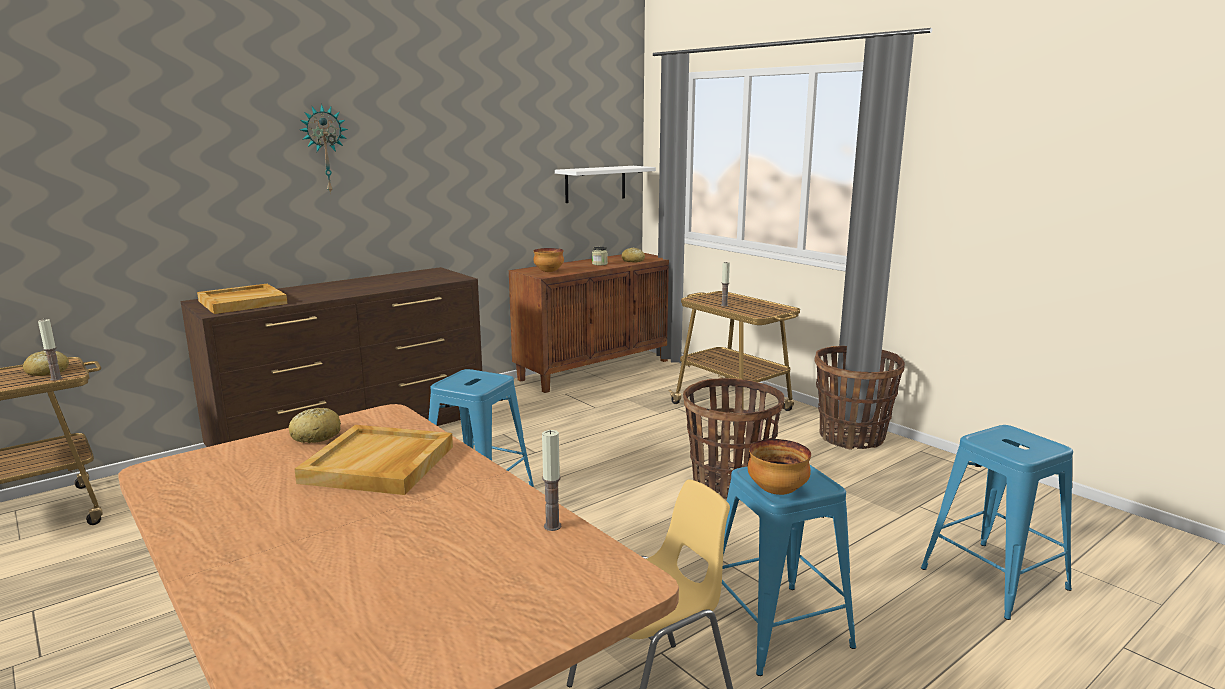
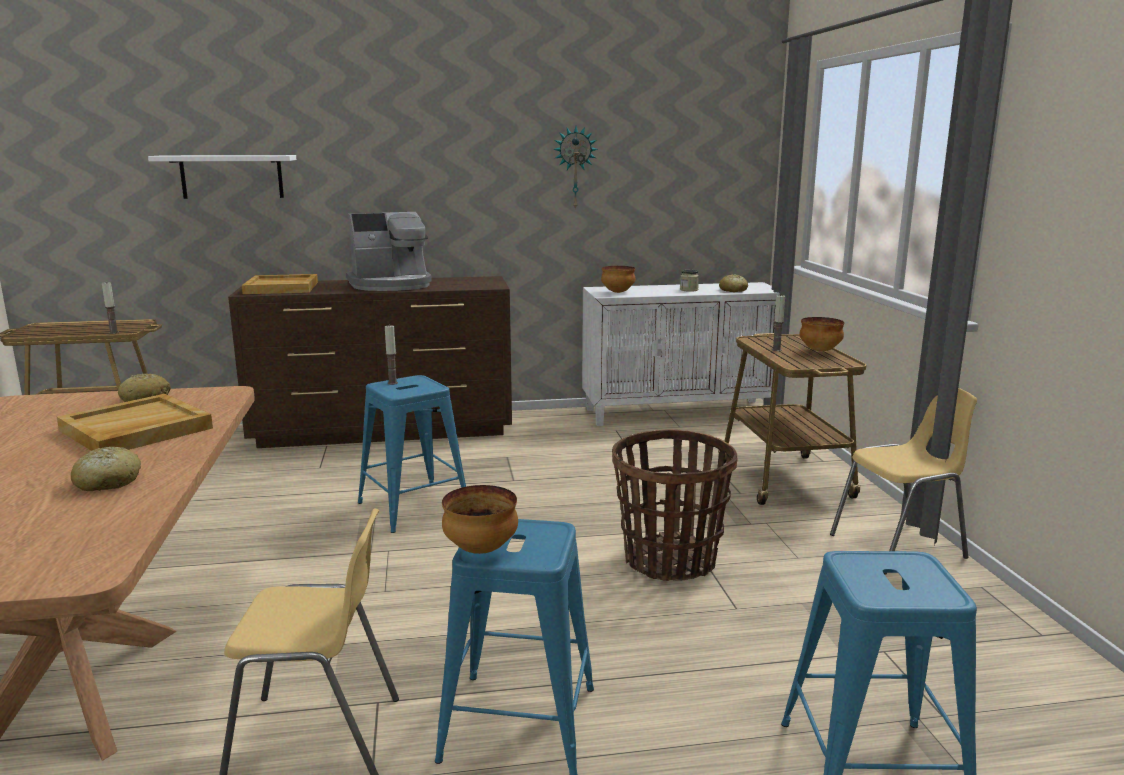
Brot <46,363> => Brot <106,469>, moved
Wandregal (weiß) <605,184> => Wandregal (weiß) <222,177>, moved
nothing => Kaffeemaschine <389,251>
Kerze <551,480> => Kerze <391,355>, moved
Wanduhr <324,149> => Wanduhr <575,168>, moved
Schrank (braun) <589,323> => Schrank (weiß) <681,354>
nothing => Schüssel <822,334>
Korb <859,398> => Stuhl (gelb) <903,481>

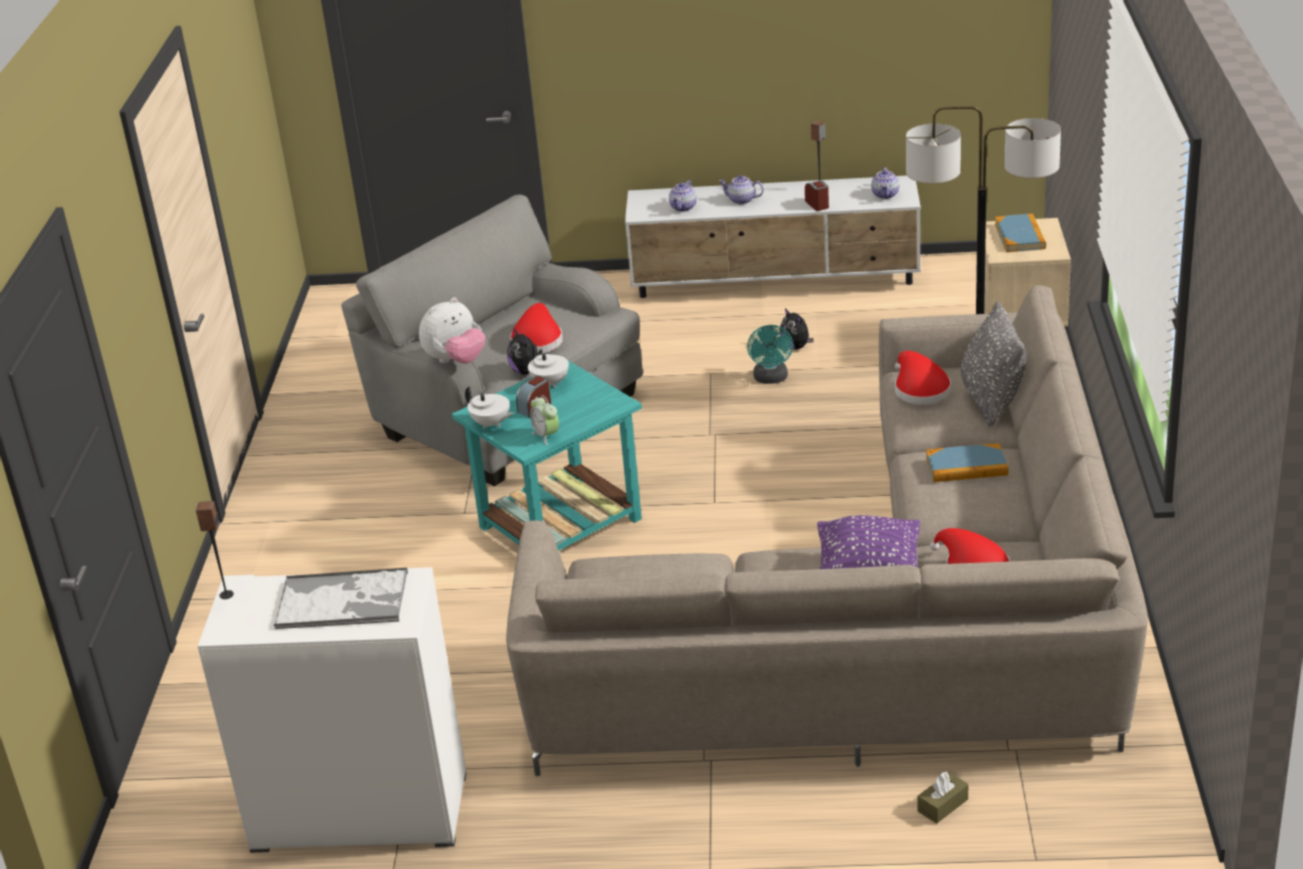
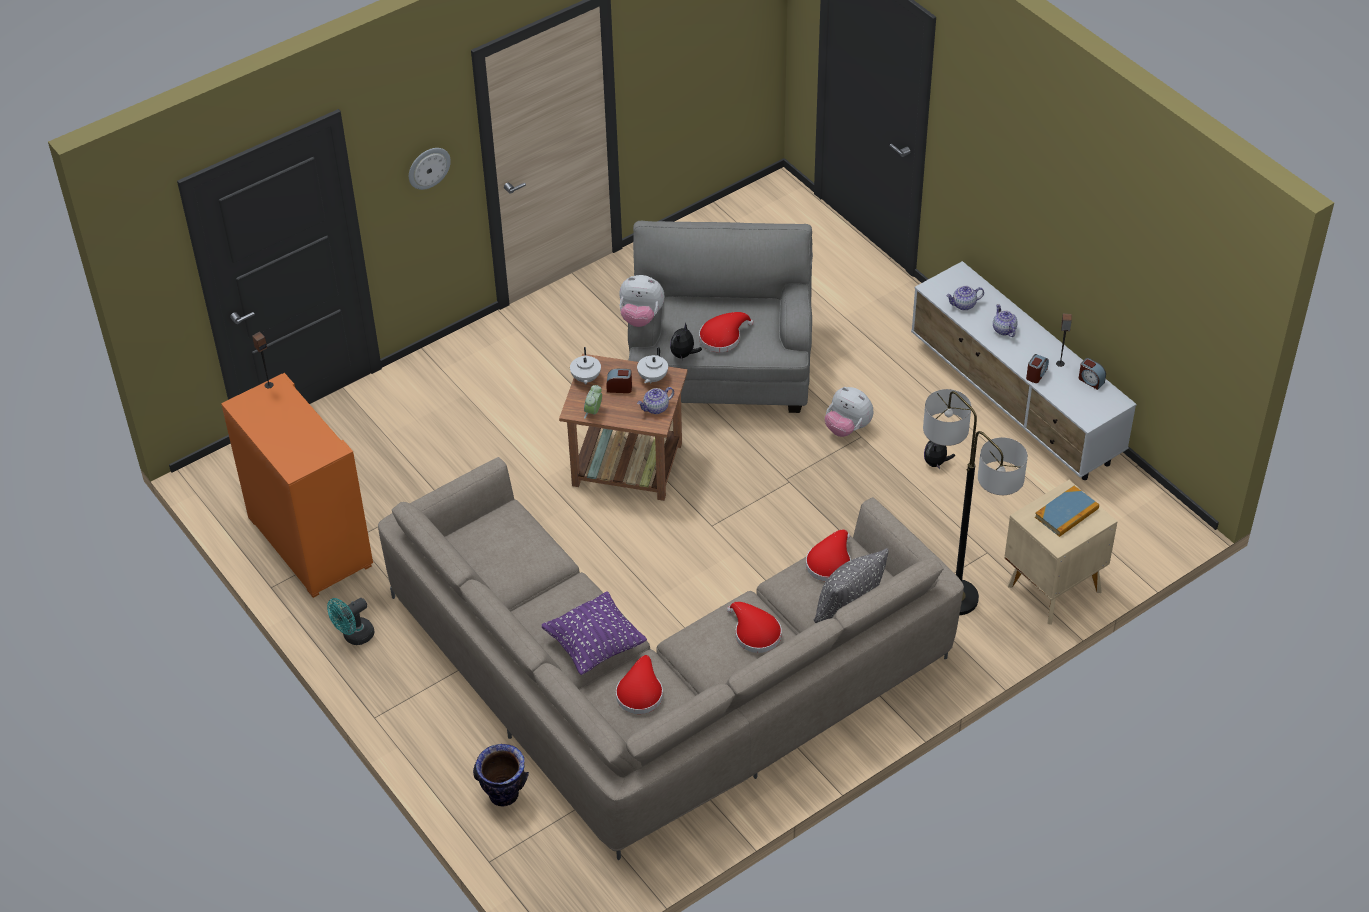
Schrank (weiß) <331,710> => Schrank (orange) <297,485>
Ventilator (türkis) <770,354> => Ventilator (türkis) <350,621>, moved
nothing => Wanduhr <430,169>
Taschentuchbox (braun) <942,798> => Vase <501,775>
Beistelltisch (türkis) <547,456> => Beistelltisch (braun) <623,427>
Teekanne <885,183> => Teekanne <655,400>, moved
Buch <967,462> => Hut (rot) <754,627>
nothing => Plüschtier <849,412>
nothing => Wecker <1092,374>
Tablett <341,598> => nothing

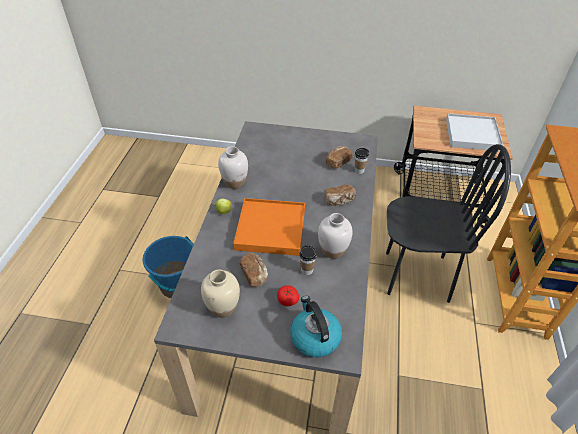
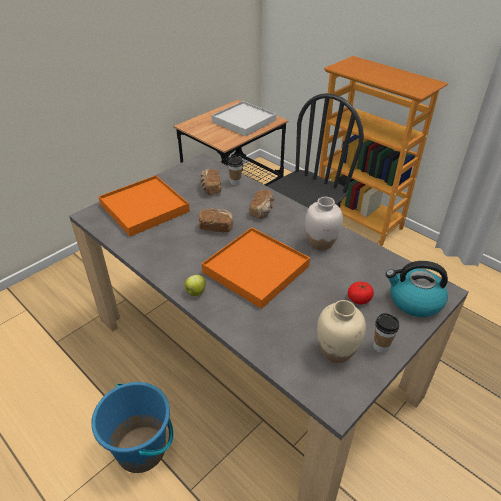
nothing => Tablett (orange) <144,206>
Brot <253,269> => Brot <216,220>, moved
Tasse <308,260> => Tasse <386,333>, moved
Vase (weiß) <233,167> => nothing

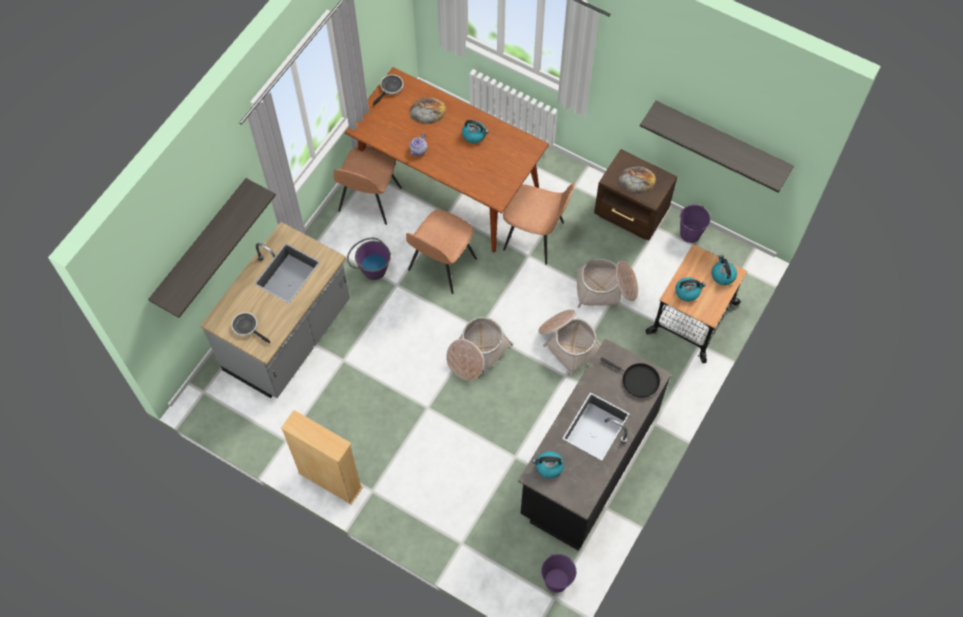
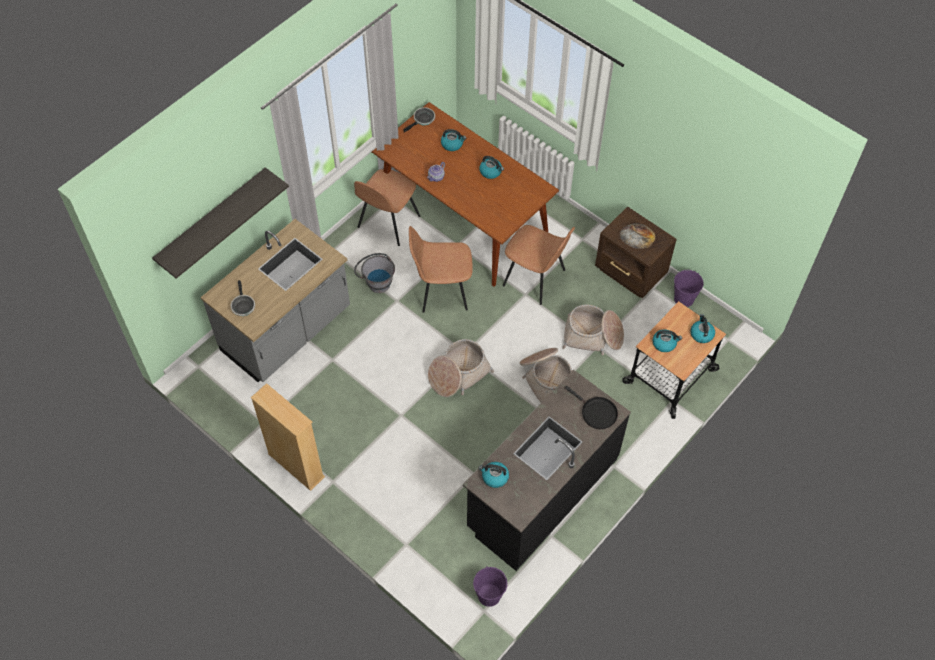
Pfanne <250,328> => Pfanne <243,298>, 150 degrees counterclockwise
Eimer (lila) <369,259> => Eimer (grau) <374,273>
Stuhl (braun) <441,251> => Stuhl (braun) <441,269>, 45 degrees clockwise
Brot <427,111> => Wasserkessel <453,140>
Wandregal <717,147> => nothing

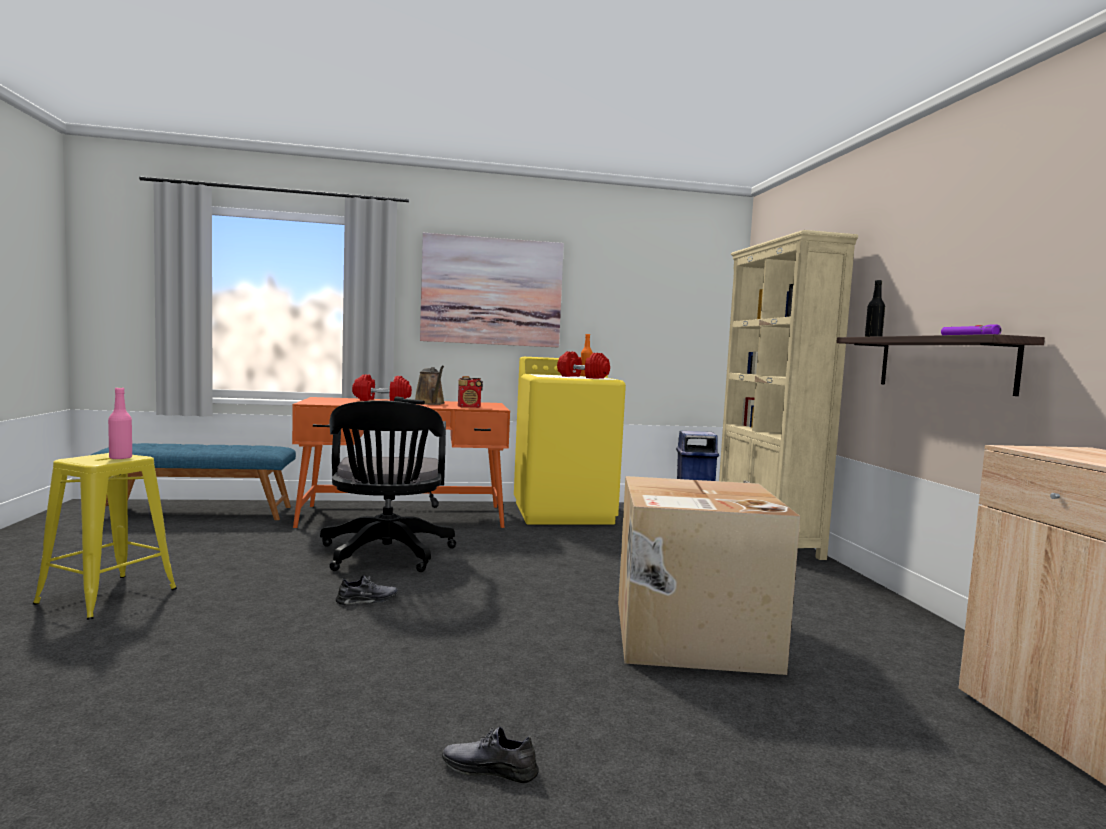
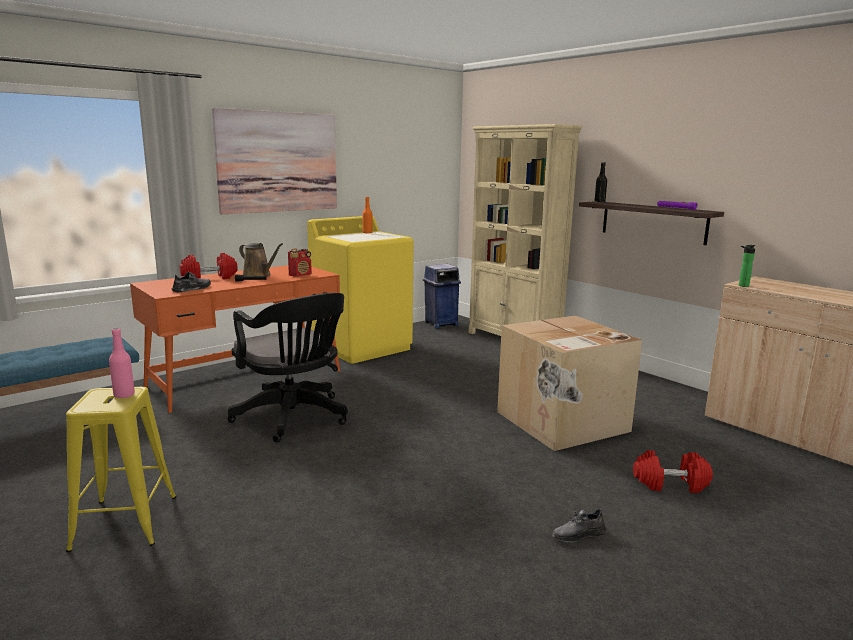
Schuh (grau) <367,590> => Schuh (grau) <191,282>, moved
Hantel (rot) <583,365> => Hantel (rot) <673,471>, moved
nothing => Flasche <747,266>

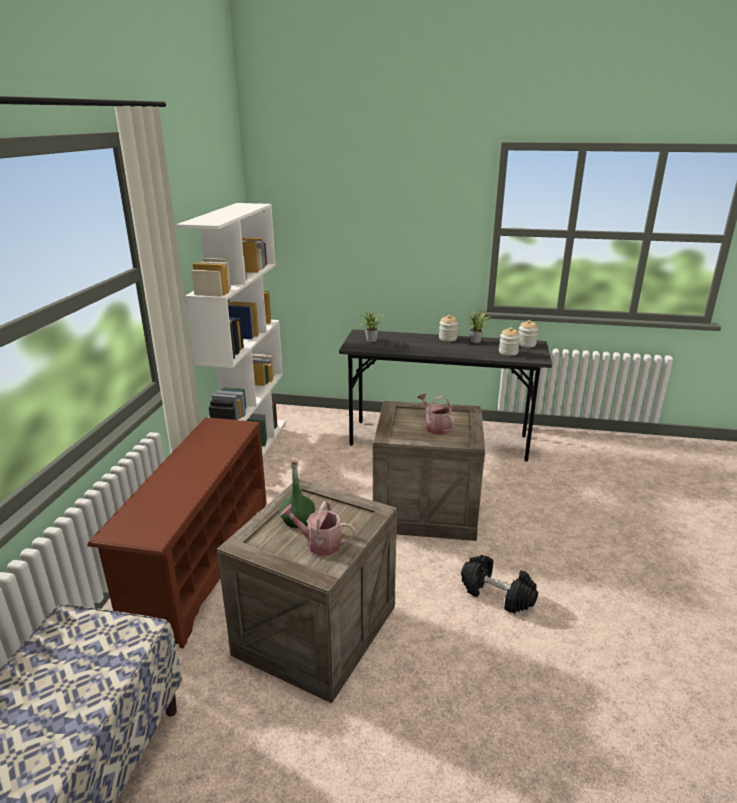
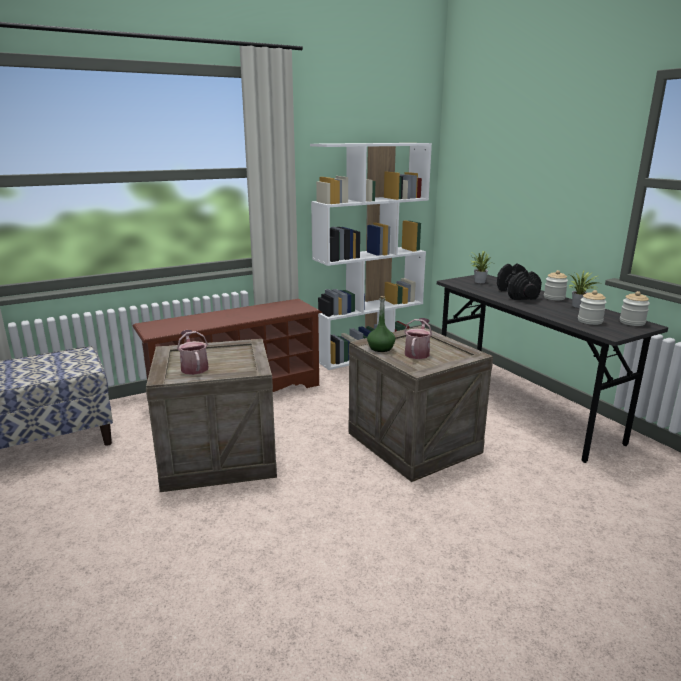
Flasche (grün) <297,494> => Flasche (grün) <381,324>, moved
Hantel (schwarz) <499,584> => Hantel (schwarz) <519,281>, moved

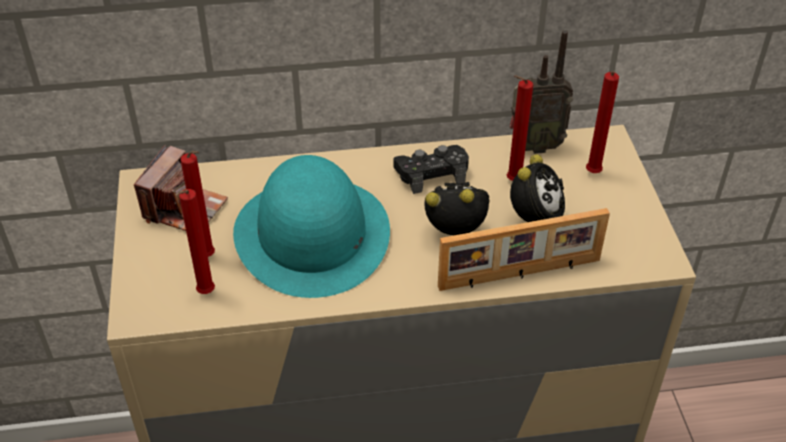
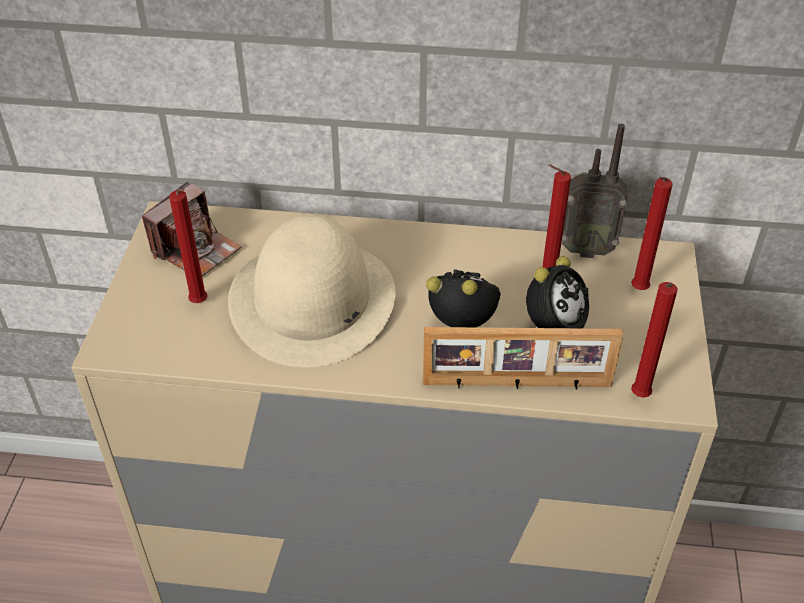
Hut (türkis) <311,226> => Hut (beige) <311,290>
Kerze (rot) <196,241> => Kerze (rot) <654,340>, moved
Gamepad (schwarz) <431,169> => nothing

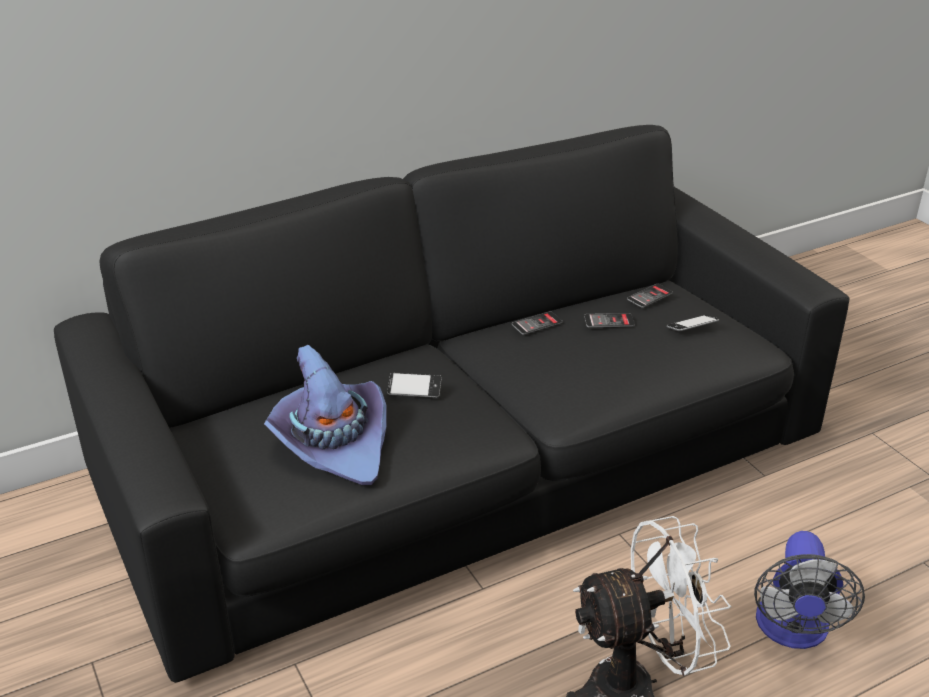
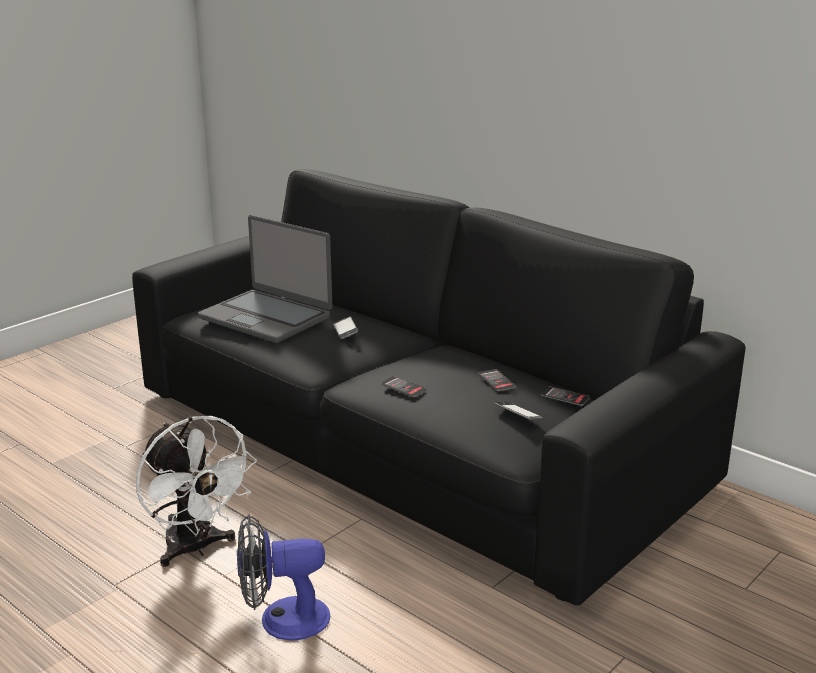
Hut (lila) <325,415> => Laptop <265,279>
Handy <537,323> => Handy <404,386>, moved

